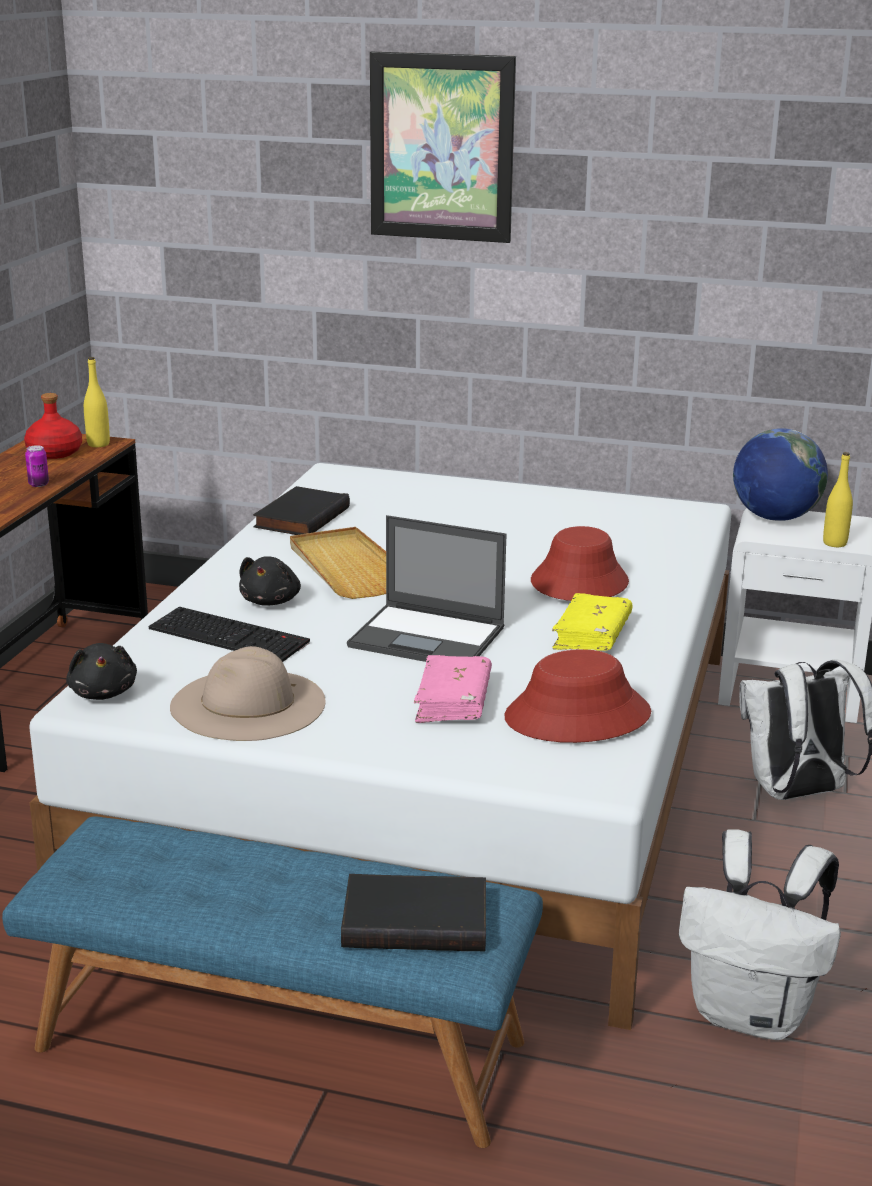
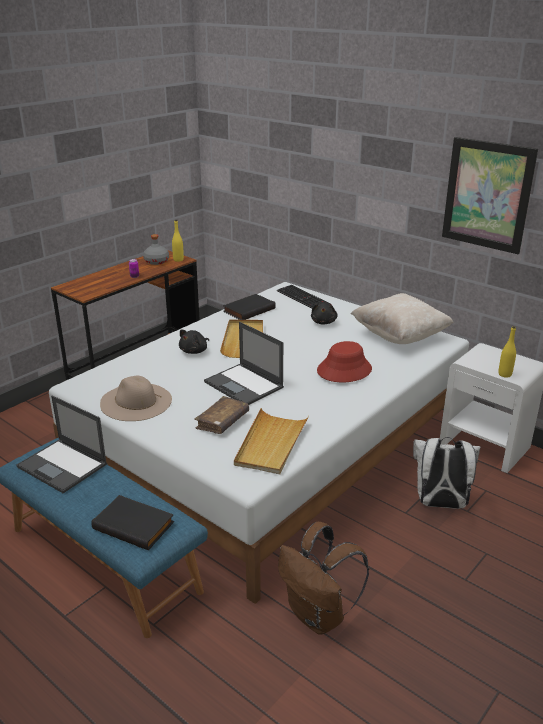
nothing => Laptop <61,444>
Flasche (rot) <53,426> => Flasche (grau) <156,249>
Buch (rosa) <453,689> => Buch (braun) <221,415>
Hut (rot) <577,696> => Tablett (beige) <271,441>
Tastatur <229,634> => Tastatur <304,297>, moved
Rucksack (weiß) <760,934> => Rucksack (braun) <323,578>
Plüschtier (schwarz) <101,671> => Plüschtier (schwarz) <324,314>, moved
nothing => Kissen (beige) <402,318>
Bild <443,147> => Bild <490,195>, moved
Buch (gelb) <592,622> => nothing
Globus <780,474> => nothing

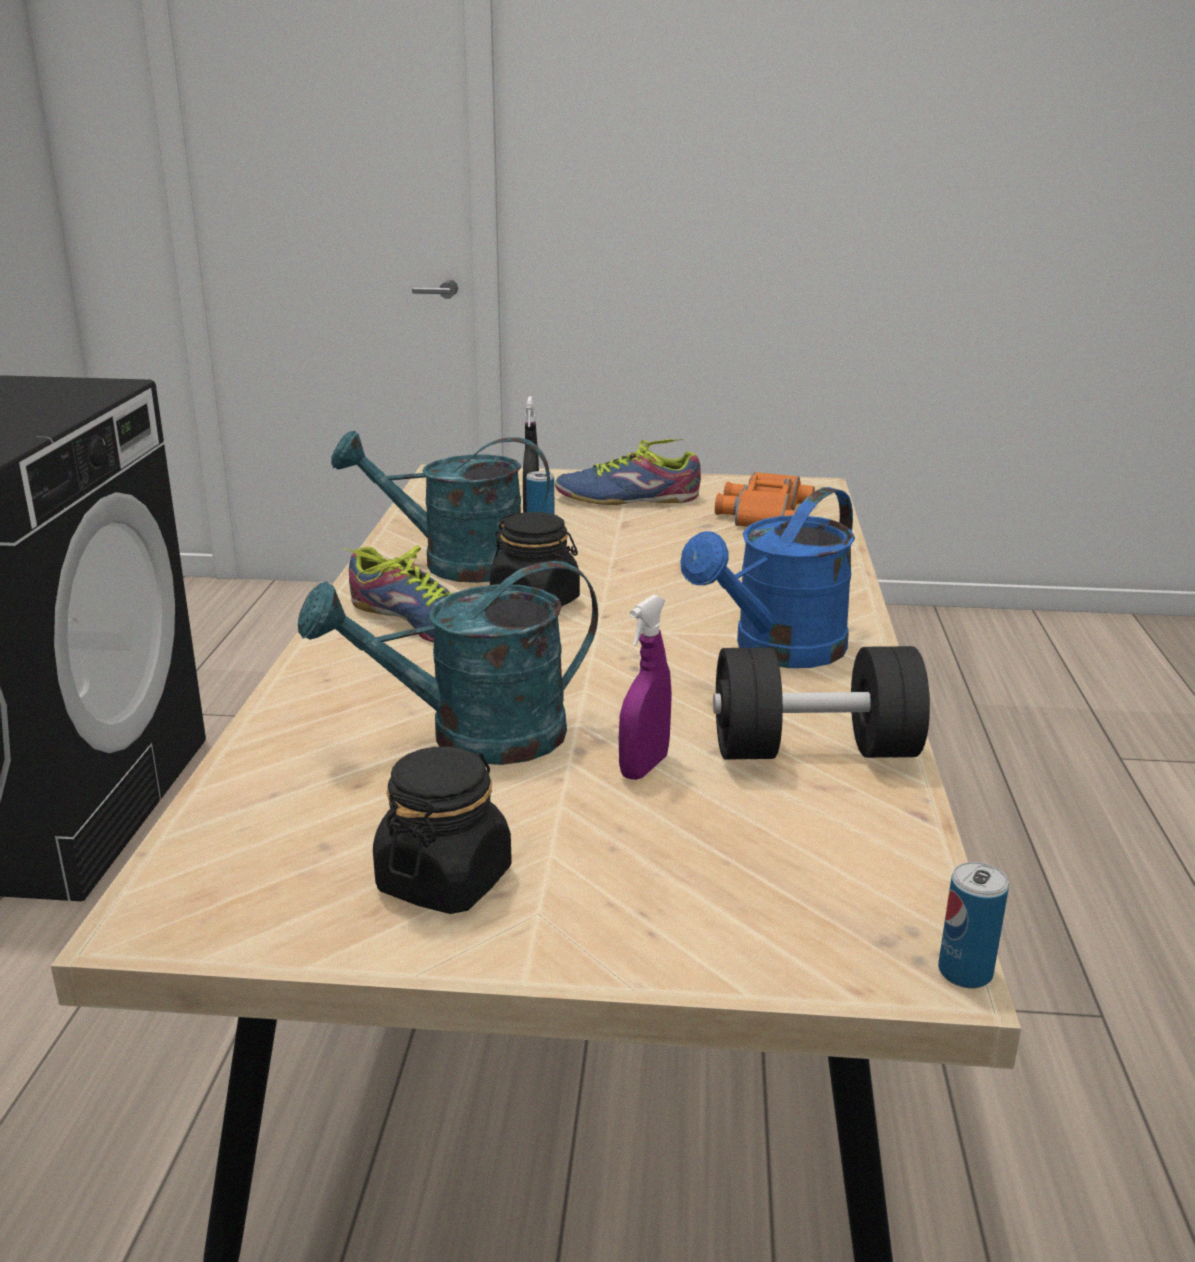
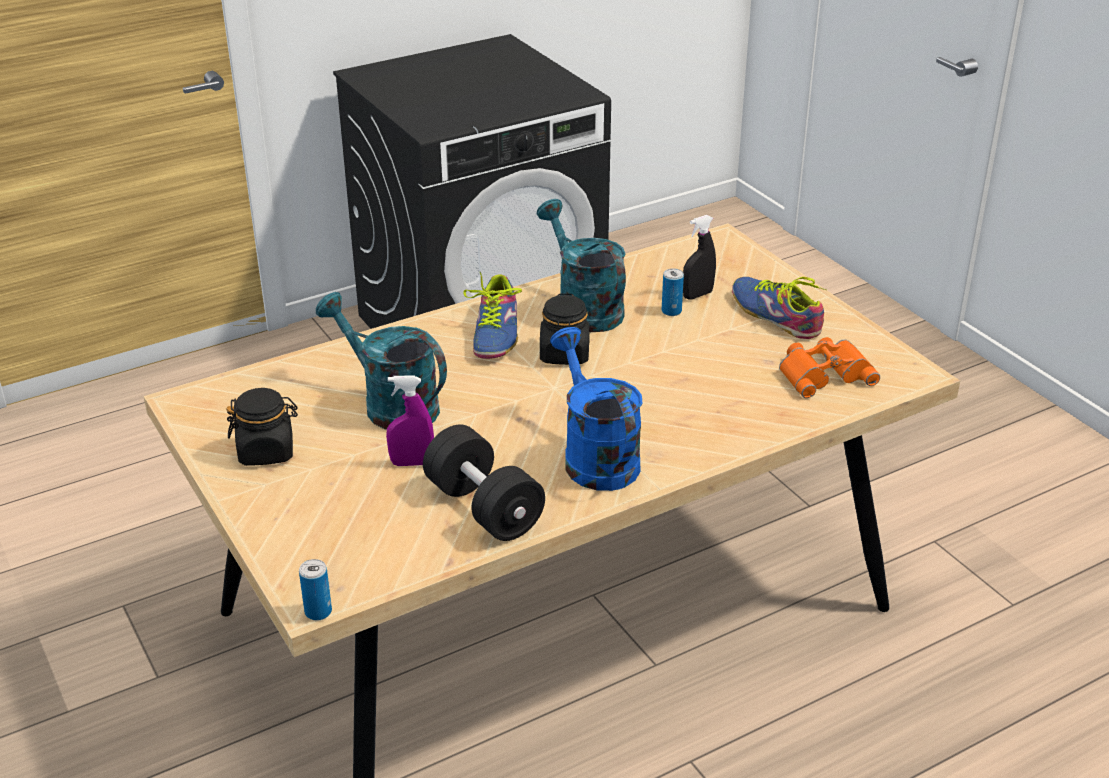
Gießkanne (blau) <767,577> => Gießkanne (blau) <596,409>, 60 degrees clockwise

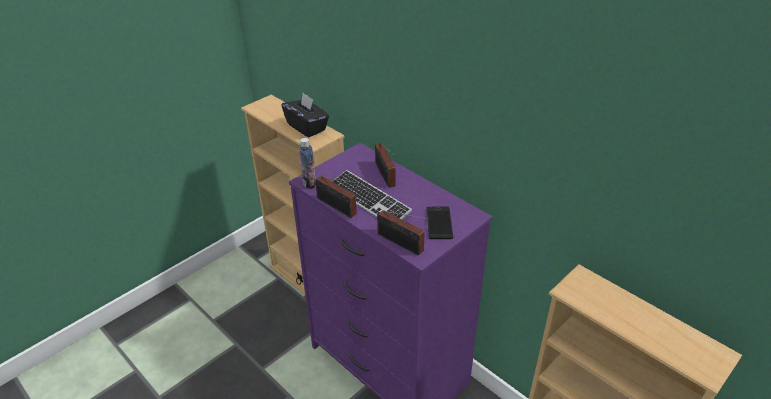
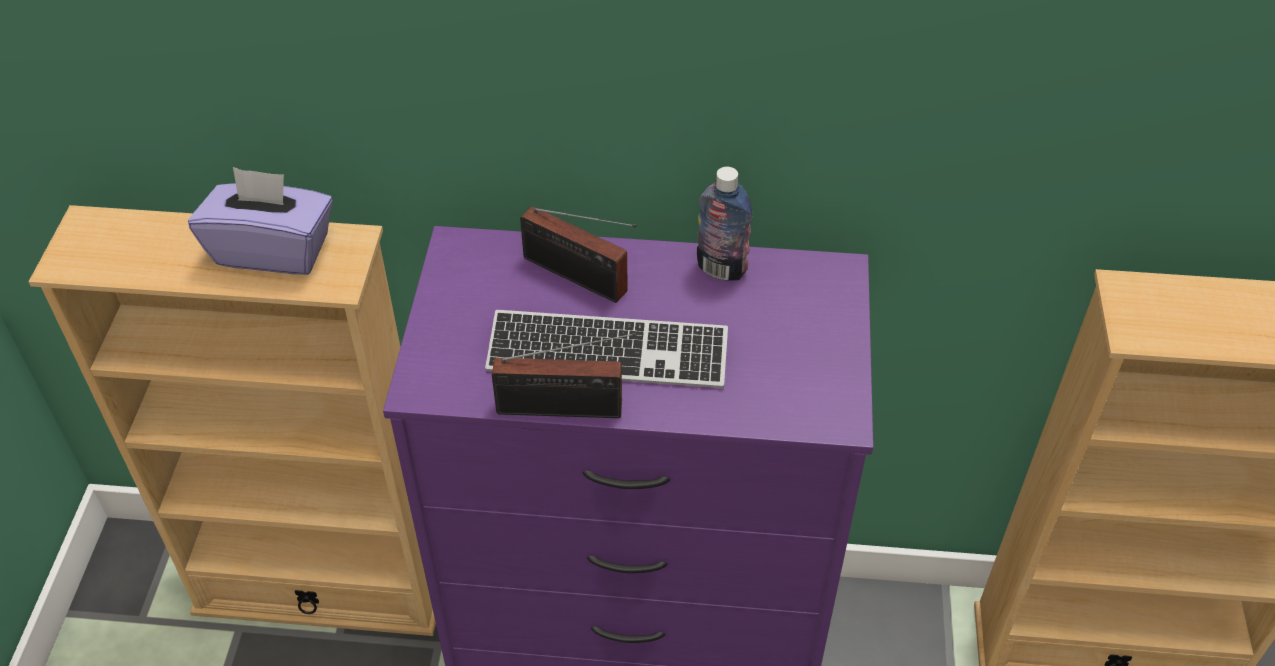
Taschentuchbox (schwarz) <305,115> => Taschentuchbox (lila) <260,221>
Flasche <307,163> => Flasche <724,224>, moved
Radio <403,233> => nothing
Handy <440,222> => nothing

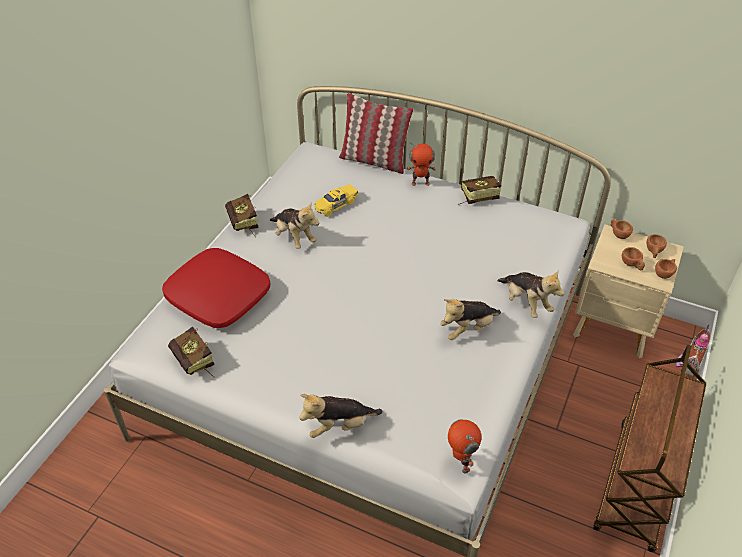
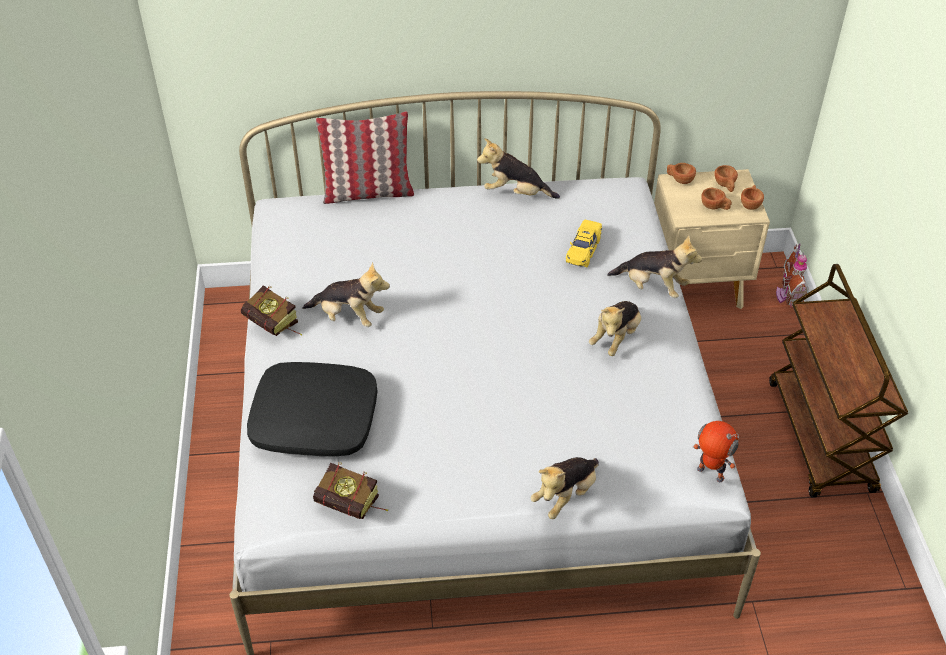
Kissen (rot) <216,288> => Kissen (schwarz) <312,409>
Buch <479,190> => Plüschtier <518,168>
Spielzeugauto (gelb) <336,200> => Spielzeugauto (gelb) <584,243>, moved
Spielzeugroboter <421,163> => nothing

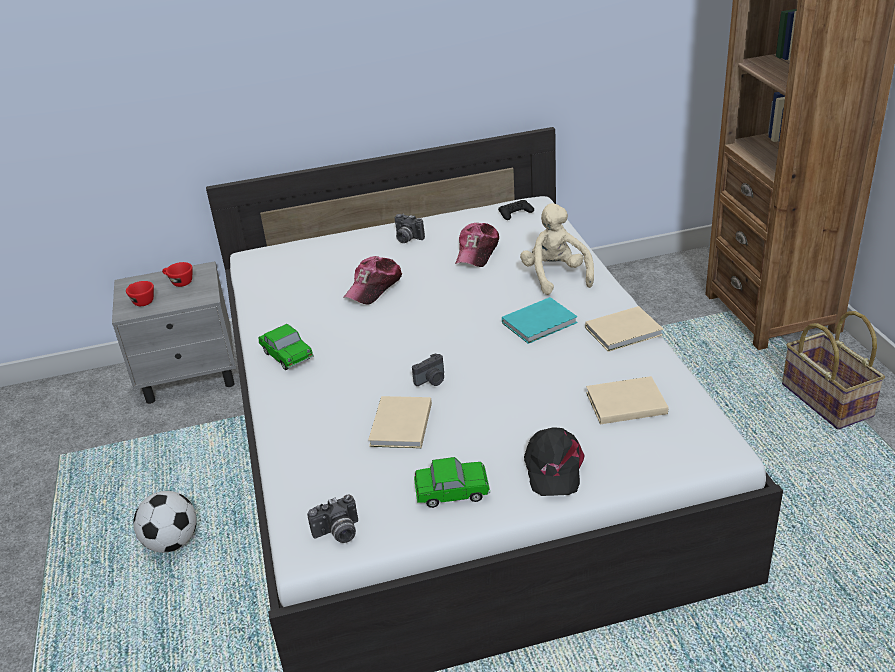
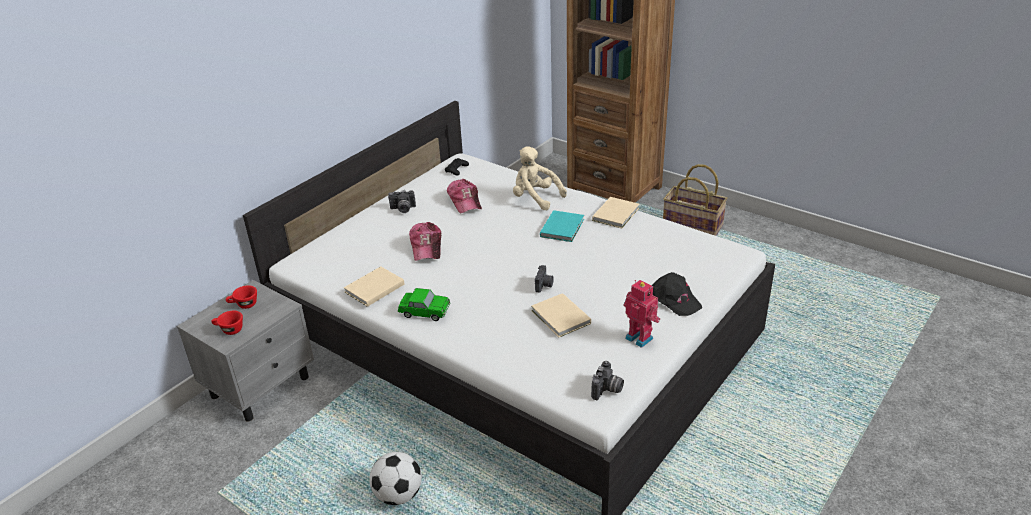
Buch (beige) <627,400> => Buch (beige) <374,286>, moved
Spielzeugauto <452,482> => Spielzeugroboter <641,314>

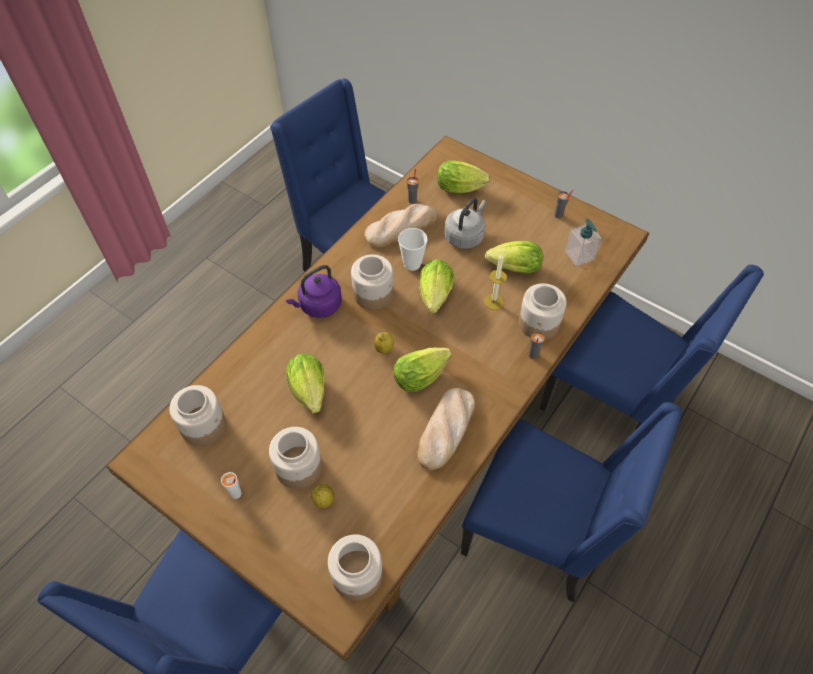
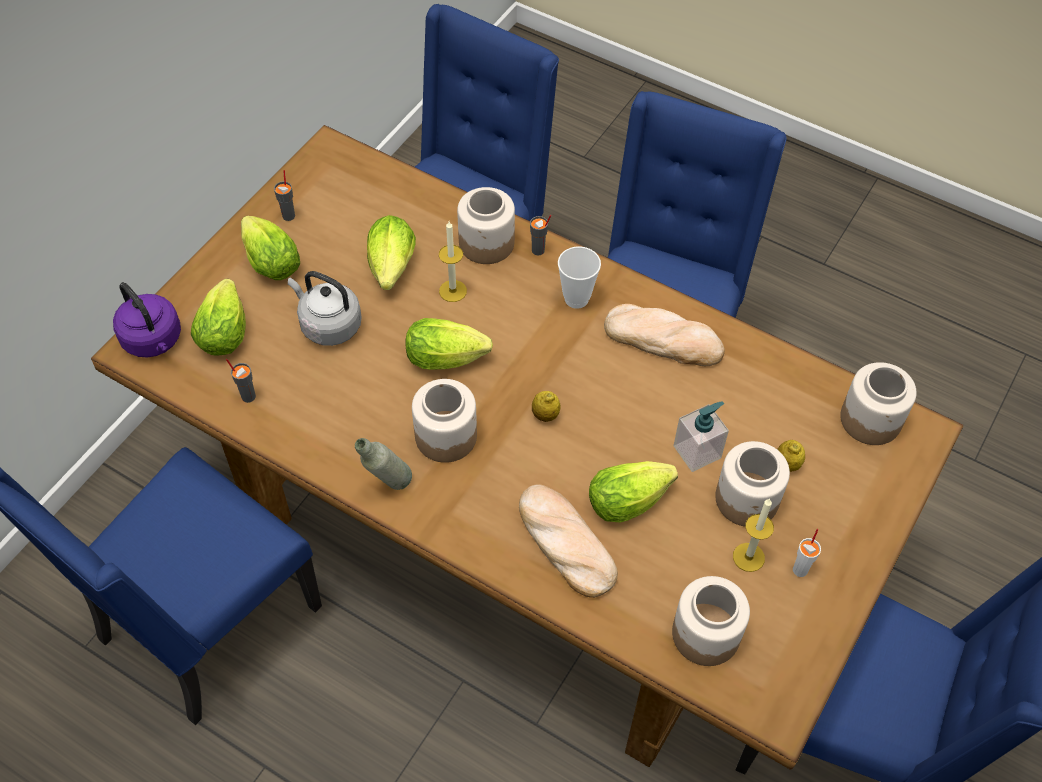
Wasserkessel (lila) <314,291> => Wasserkessel (lila) <147,320>, moved
Salatkopf <422,370> => Salatkopf <270,248>, moved
nothing => Flasche (grau) <383,464>
Brot <401,225> => Brot <568,541>, moved
Tasse <412,249> => Tasse <579,277>, moved
Seifenspender <583,242> => Seifenspender <701,436>, moved
nothing => Kerze <753,535>

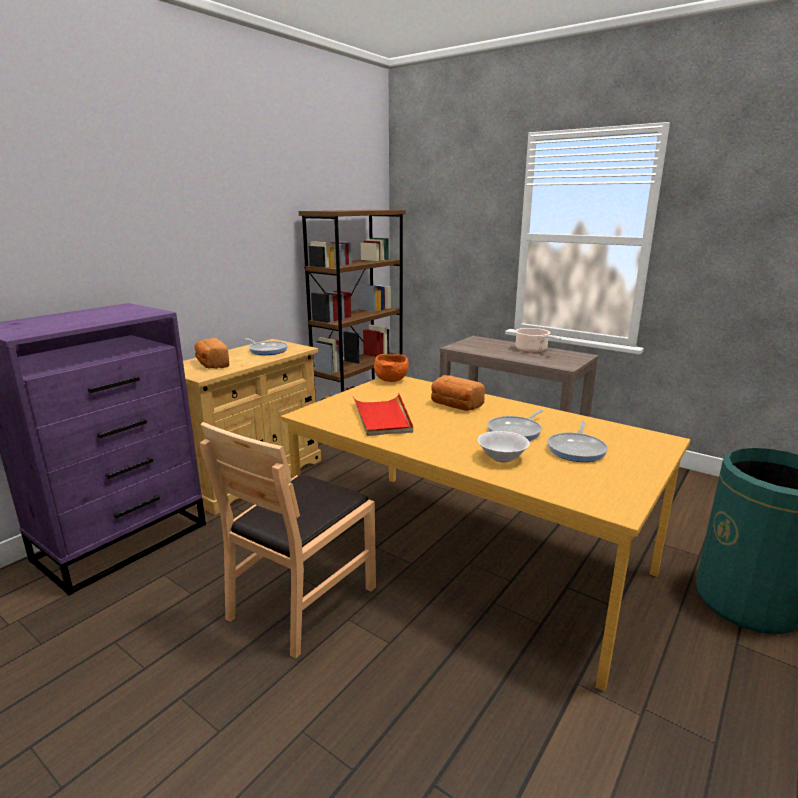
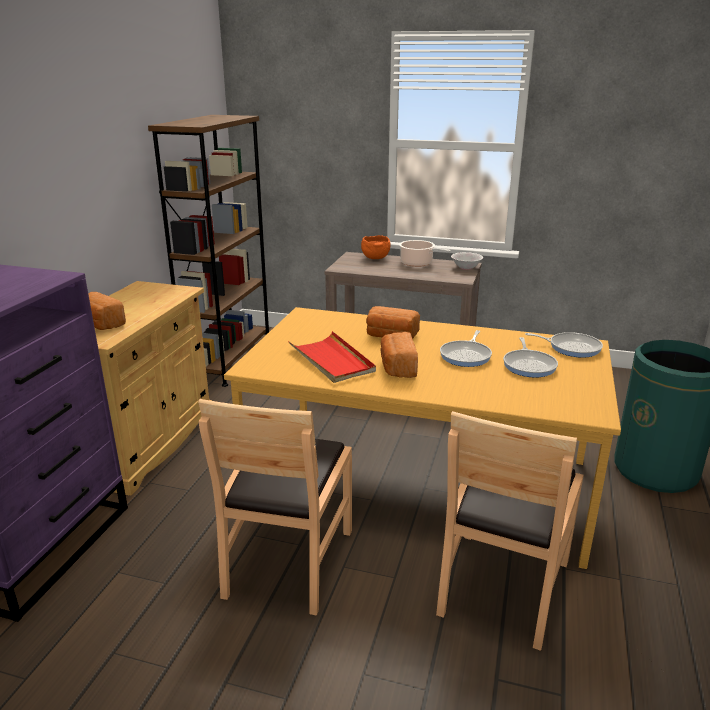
Schüssel (orange) <391,368> => Schüssel (orange) <376,247>, moved
nothing => Brot <399,355>
nothing => Stuhl (braun) <510,531>
Schüssel (weiß) <504,447> => Schüssel (weiß) <467,261>, moved
Pfanne <266,346> => Pfanne <564,345>, moved

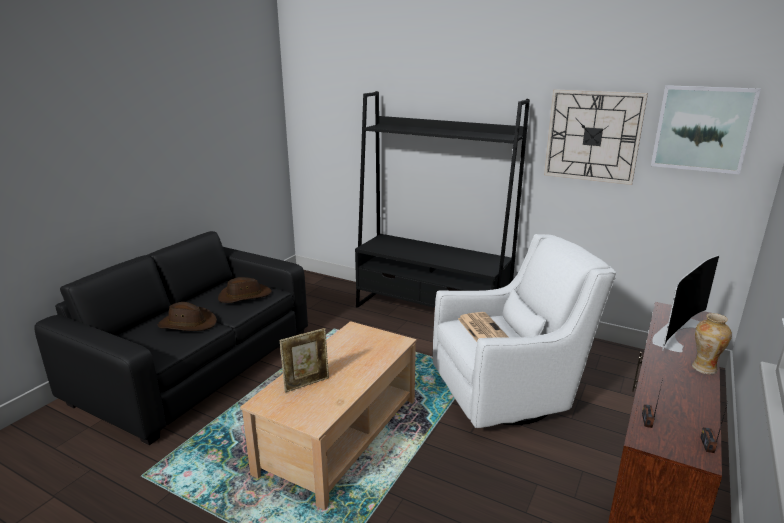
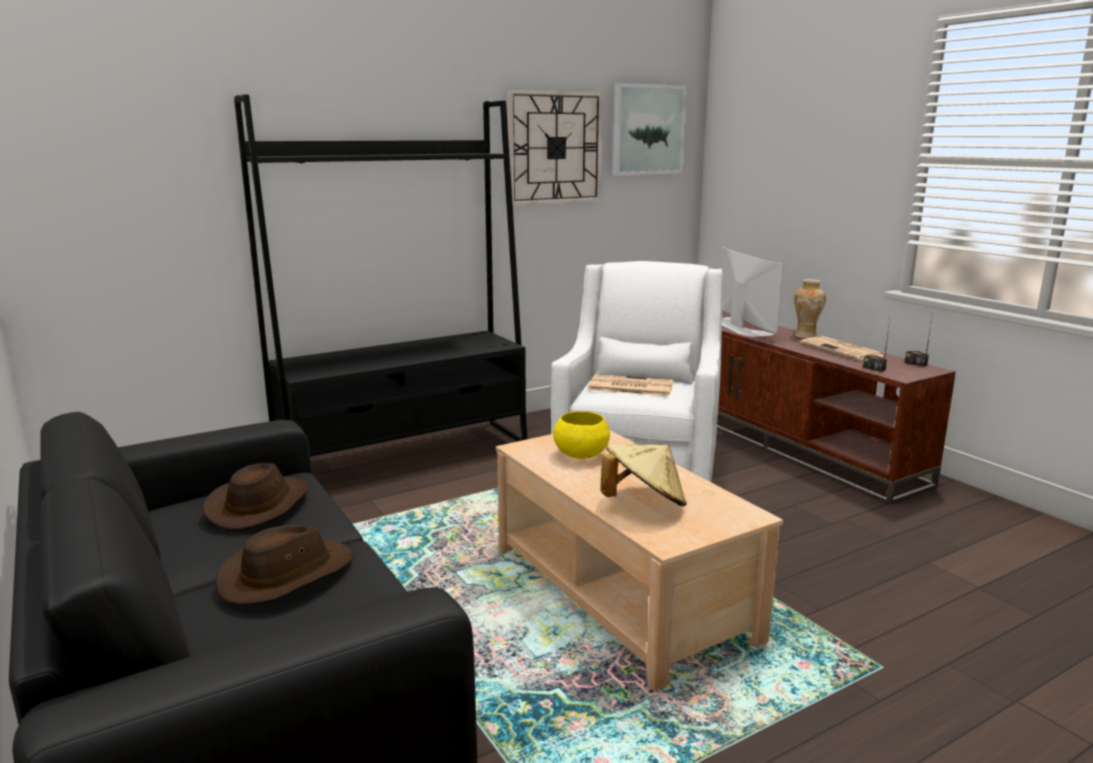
nothing => Schüssel (gelb) <581,435>
Bilderrahmen <304,360> => Hut (beige) <644,475>
nothing => Zeitung <842,348>

